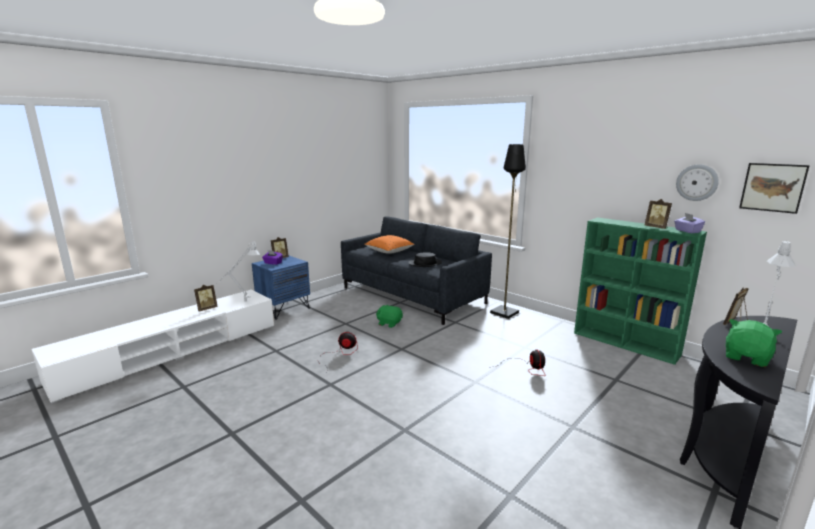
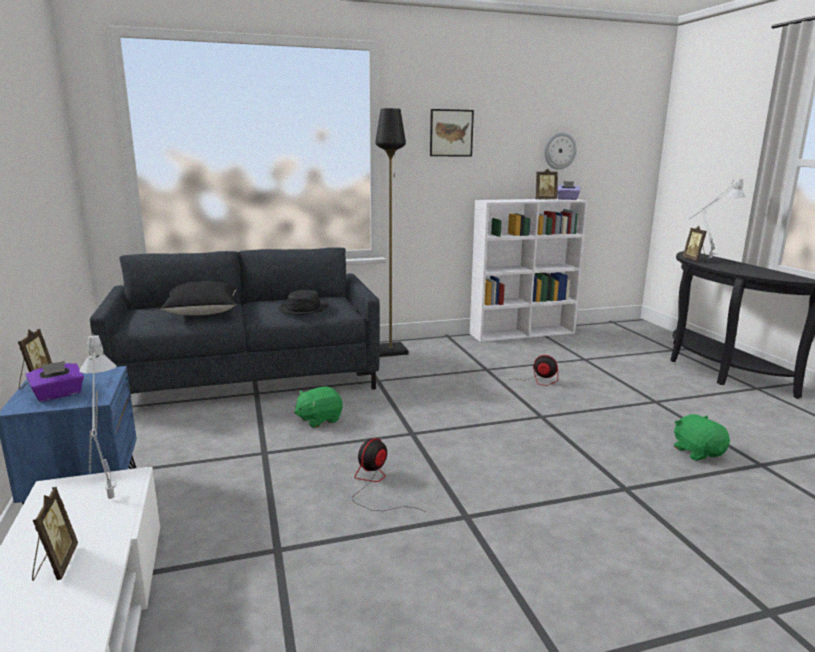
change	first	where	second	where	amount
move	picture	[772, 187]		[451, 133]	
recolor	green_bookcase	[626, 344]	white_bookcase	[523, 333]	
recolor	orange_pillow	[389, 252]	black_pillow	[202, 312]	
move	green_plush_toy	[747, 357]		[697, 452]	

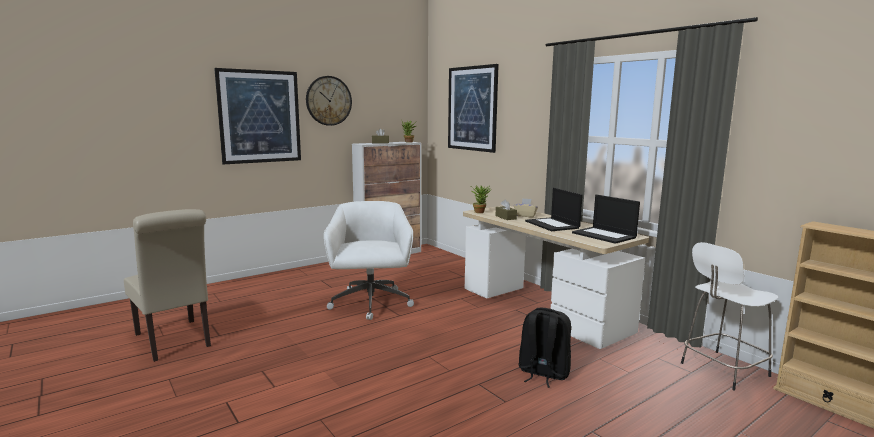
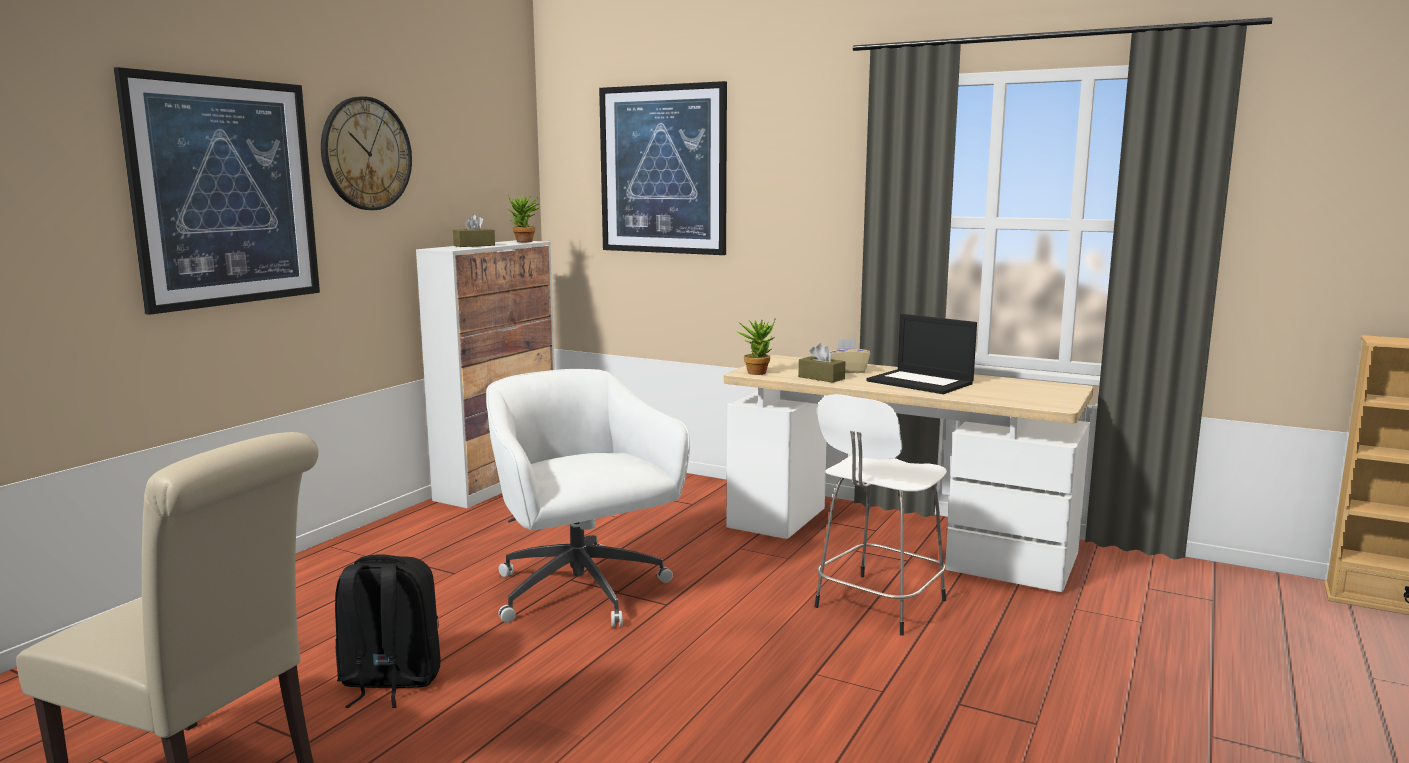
change	first	where	second	where	amount
delete	laptop	[604, 235]			
move	white_stool	[722, 370]		[877, 605]	
move	black_backpack	[543, 373]		[389, 682]	

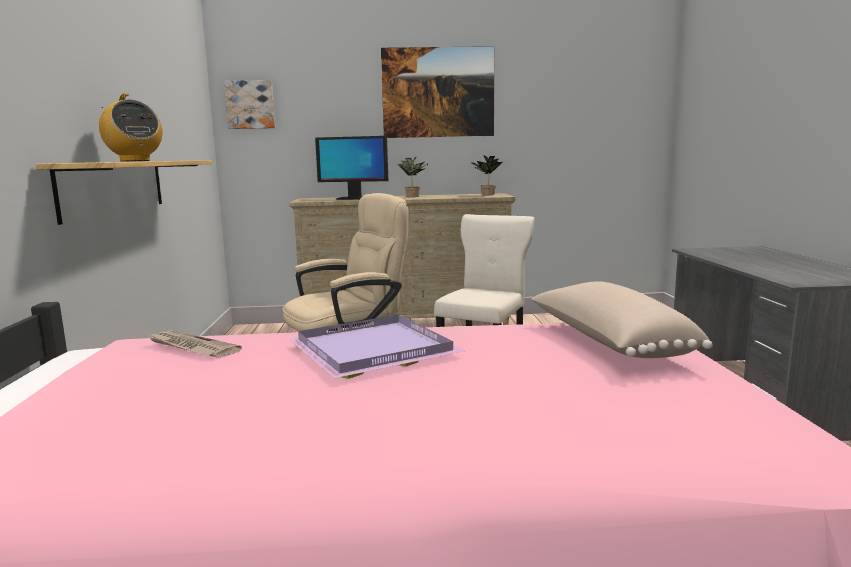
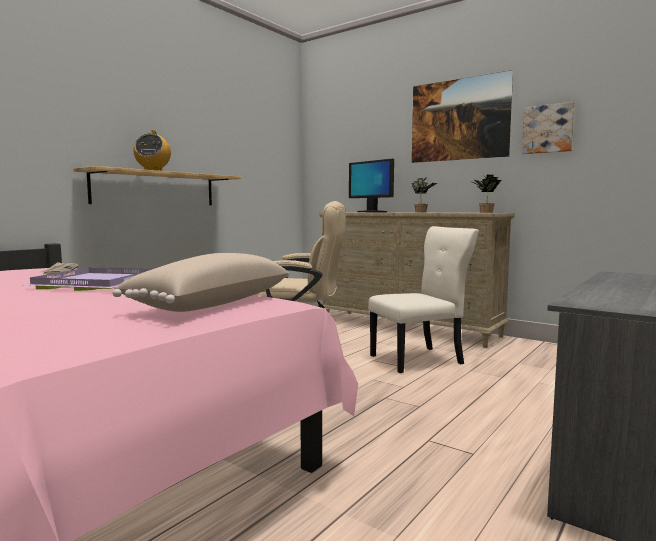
change	first	where	second	where	amount
move	picture	[250, 105]		[548, 129]	

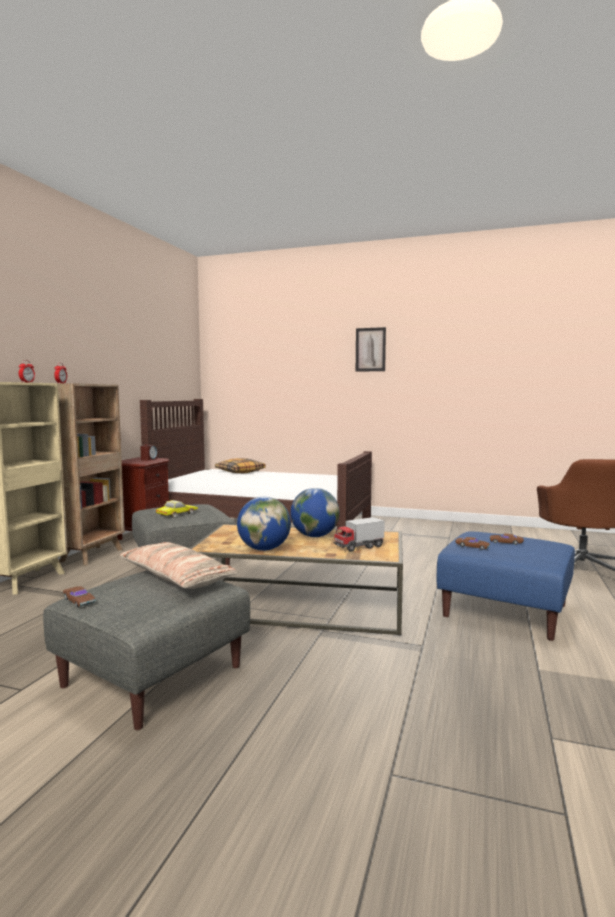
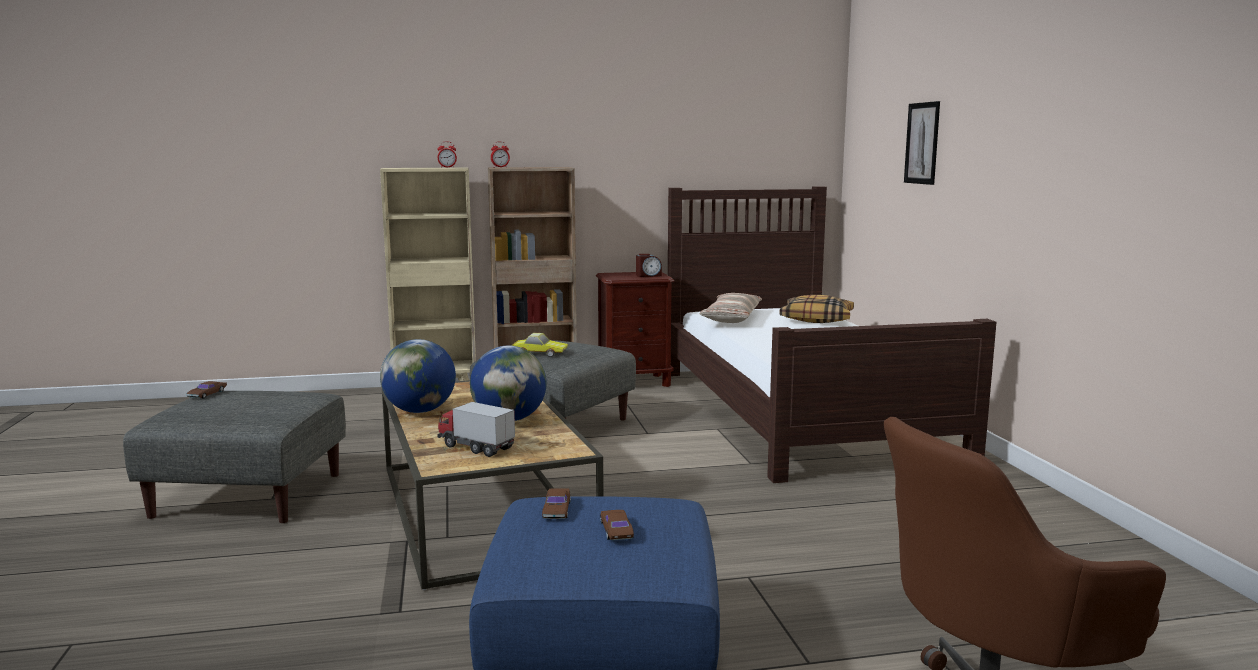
change	first	where	second	where	amount
move	picture	[370, 349]		[922, 143]	
move	pillow	[175, 578]		[731, 318]	

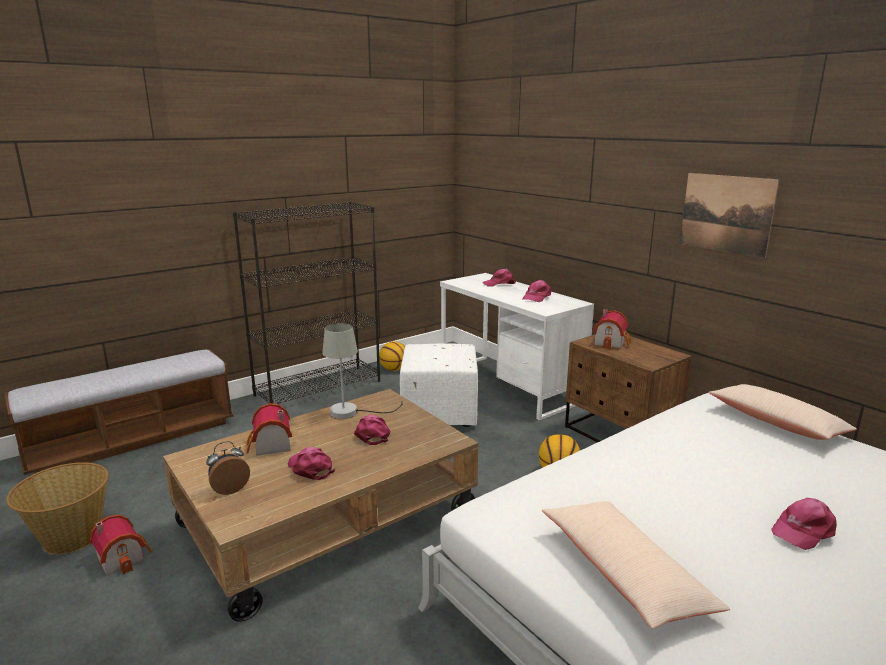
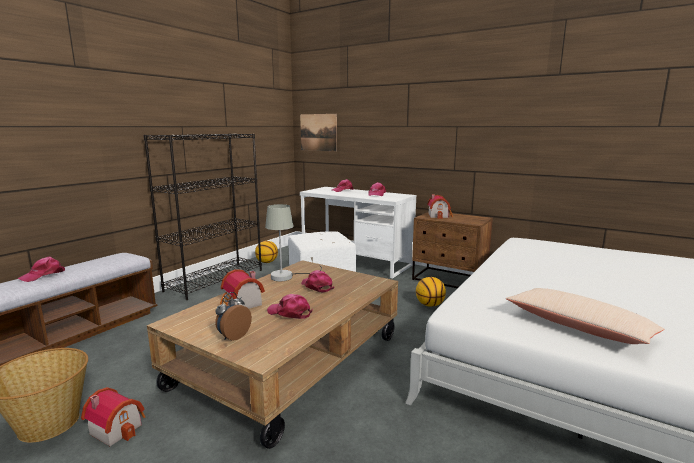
change	first	where	second	where	amount
move	picture	[726, 213]		[318, 132]	
delete	beige_pillow	[776, 423]			
move	pink_cap	[802, 530]		[43, 275]	

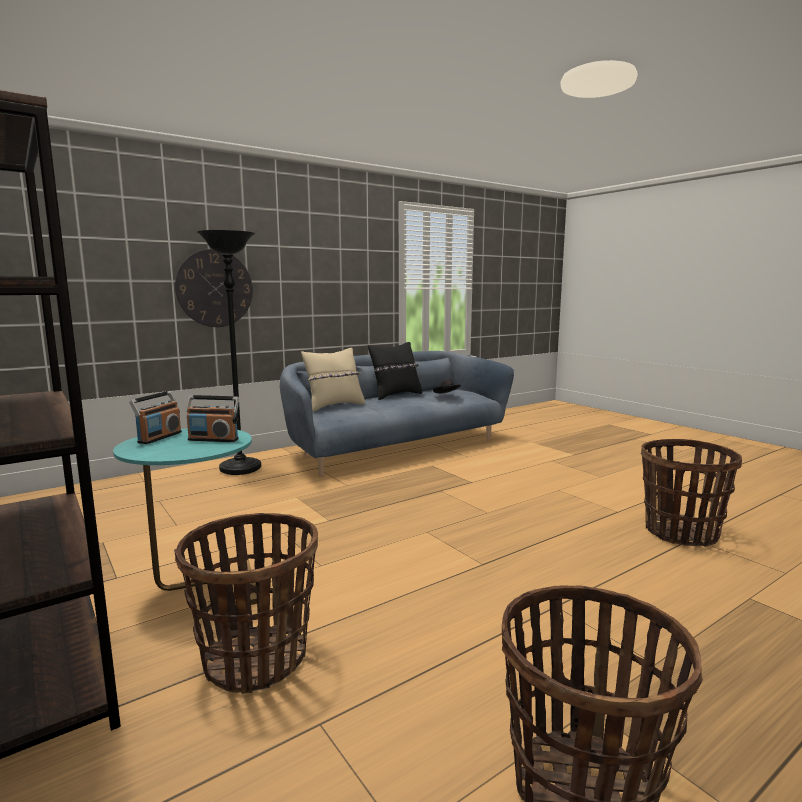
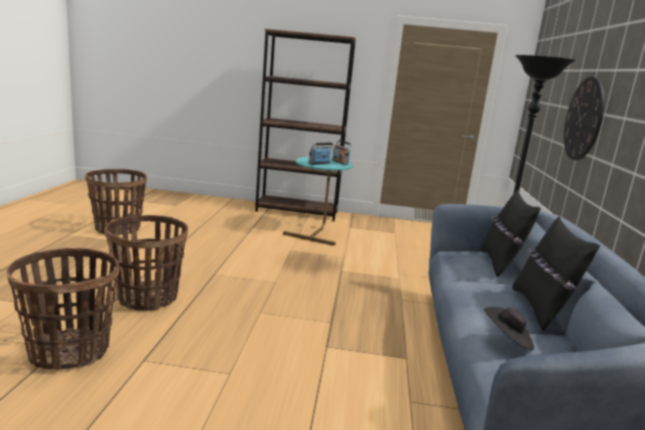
change	first	where	second	where	amount
recolor	beige_pillow	[334, 406]	black_pillow	[500, 264]	
move	basket	[255, 659]		[148, 298]	

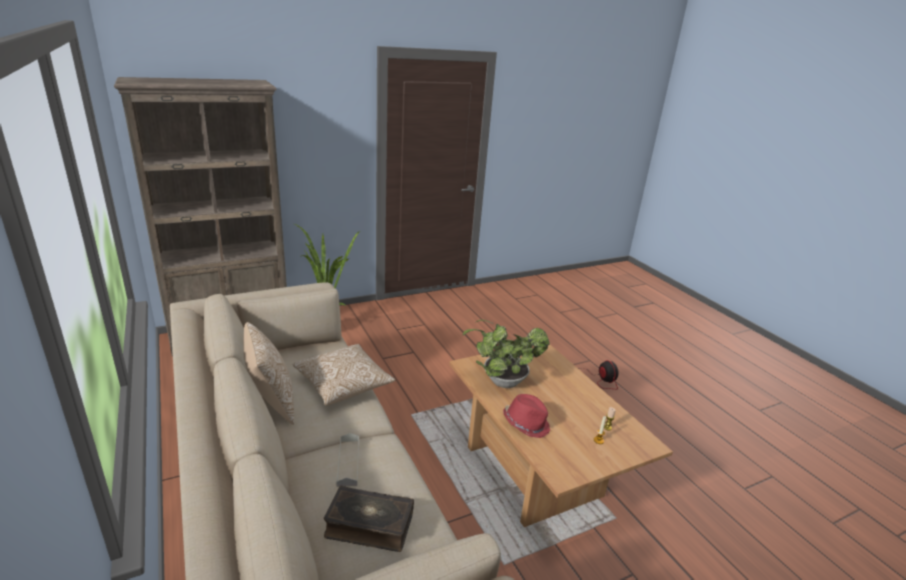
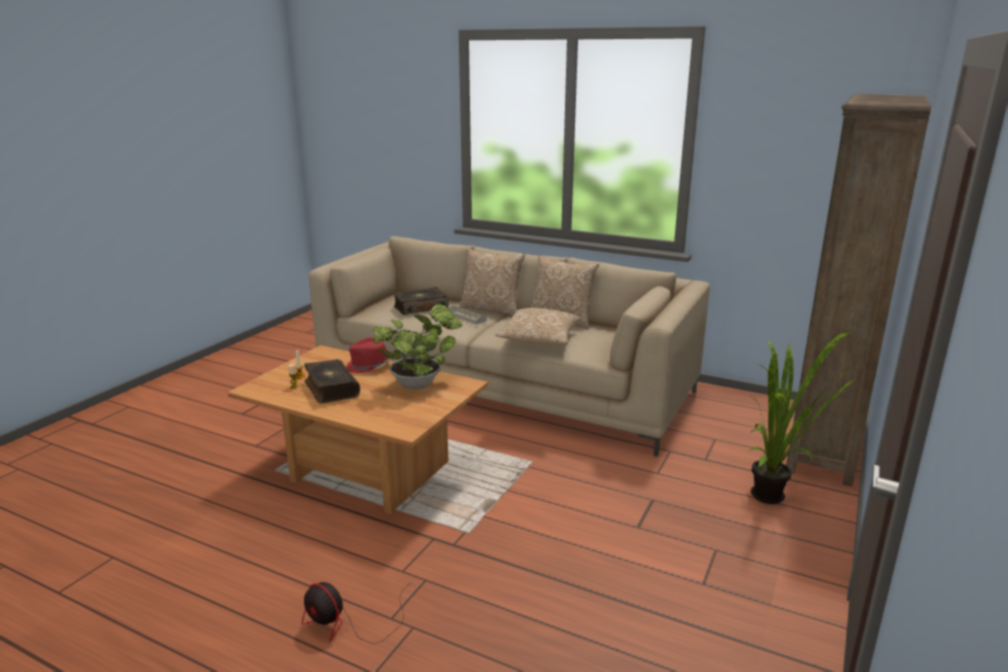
change	first	where	second	where	amount
insert			pillow	[492, 309]	
insert			book	[330, 389]	

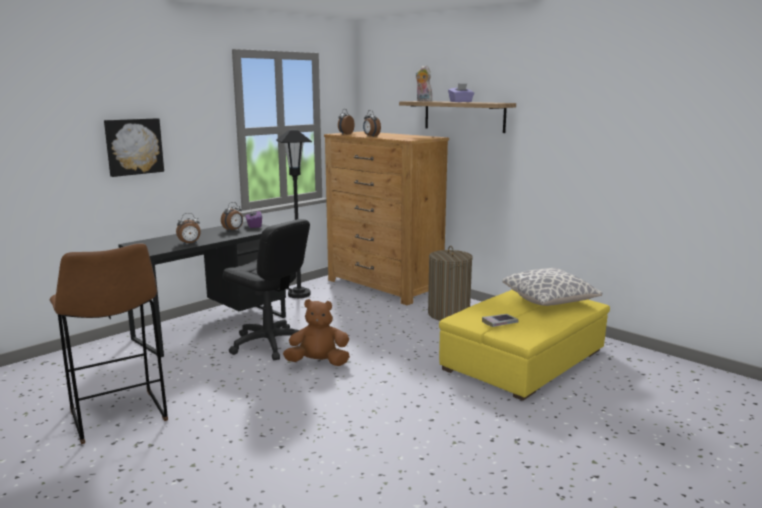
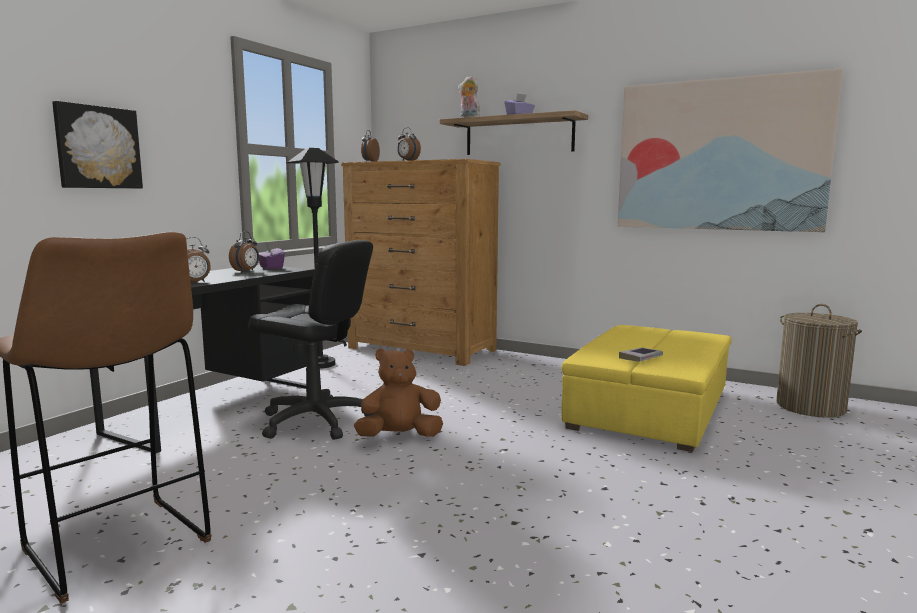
change	first	where	second	where	amount
move	laundry_basket	[448, 314]		[810, 407]	
delete	pillow	[550, 301]			
insert			picture	[720, 155]	

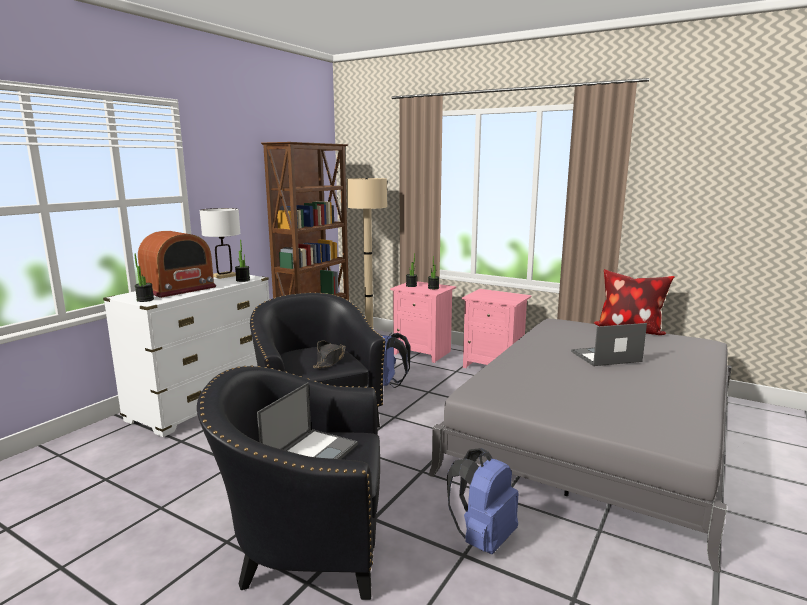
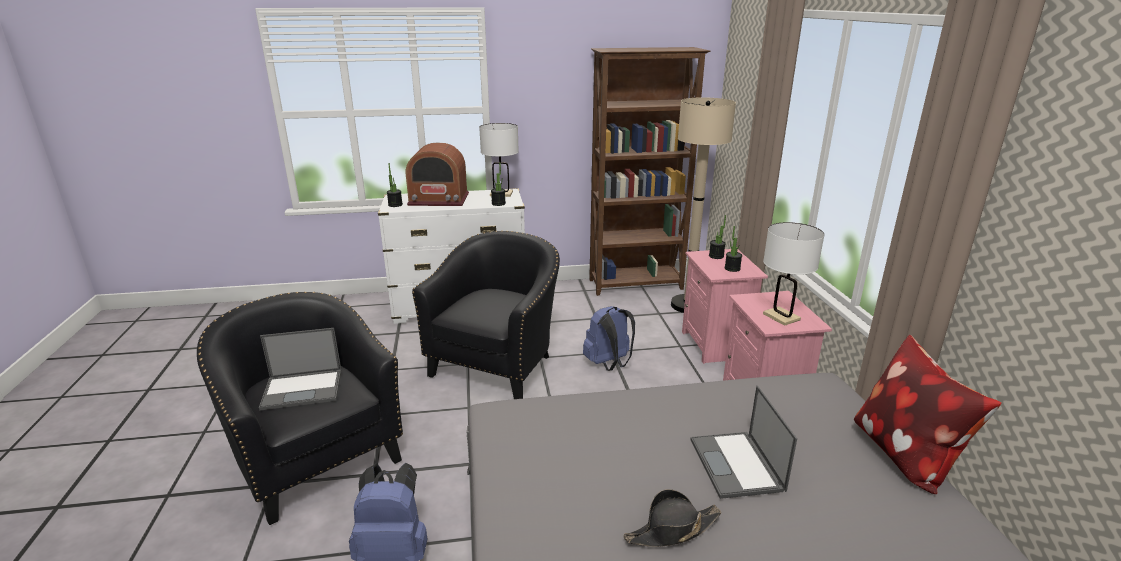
change	first	where	second	where	amount
rotate	laptop	[605, 357]		[737, 465]	135 degrees counterclockwise
move	black_hat	[330, 360]		[672, 530]	
insert			white_table_lamp	[781, 317]	

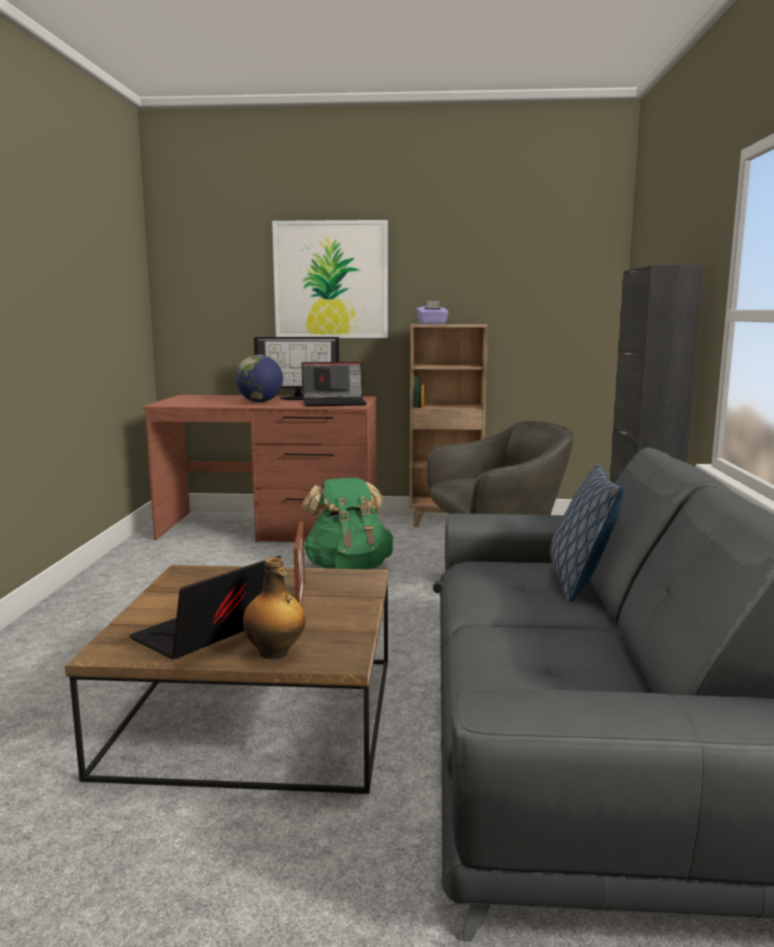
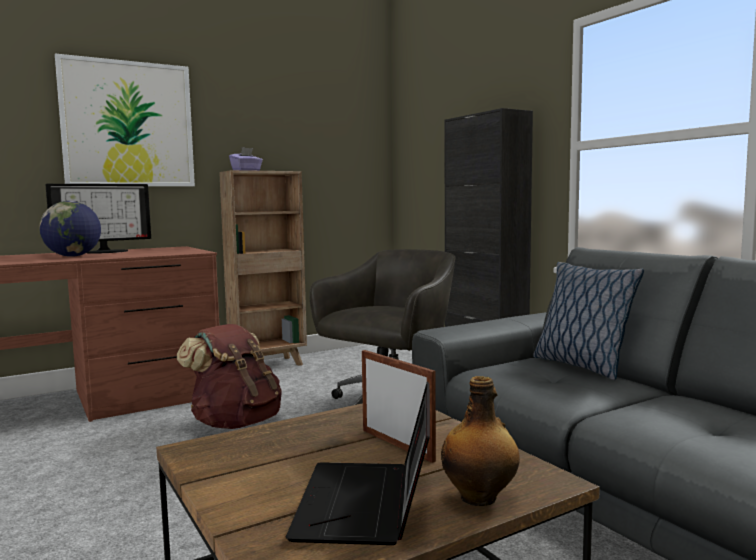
change	first	where	second	where	amount
delete	laptop	[335, 403]			
recolor	green_backpack	[348, 568]	brown_backpack	[236, 423]	

